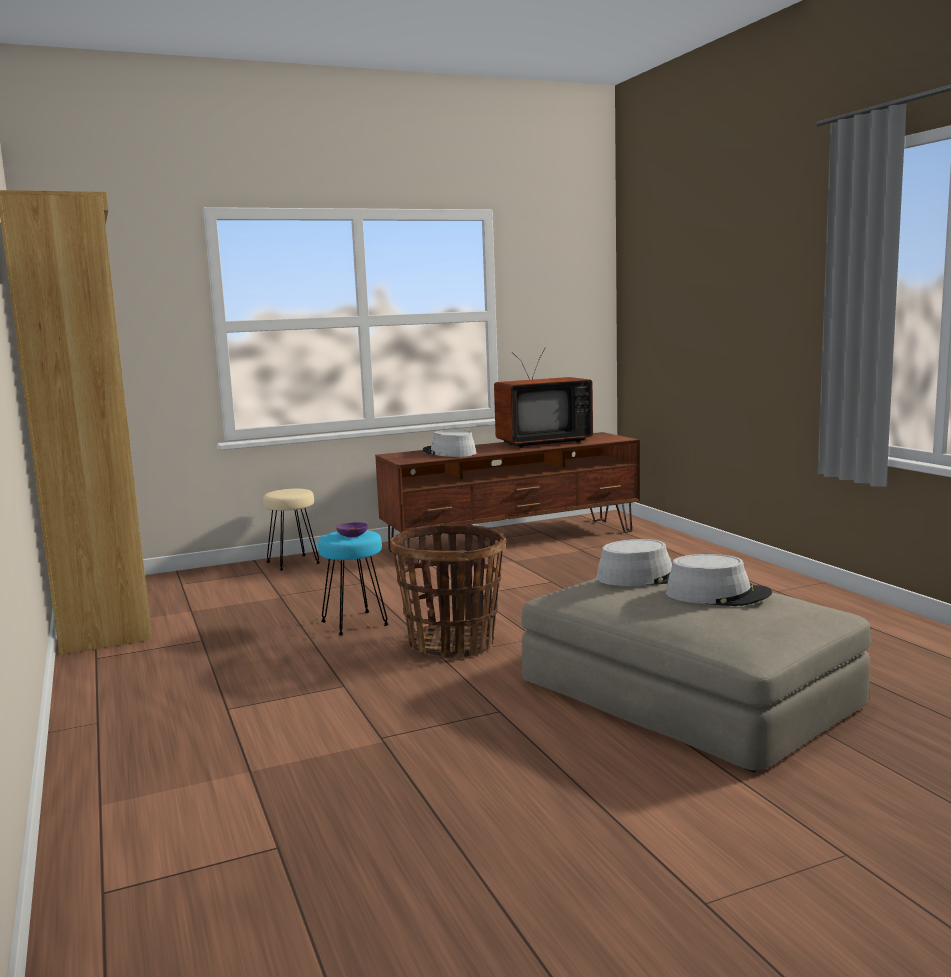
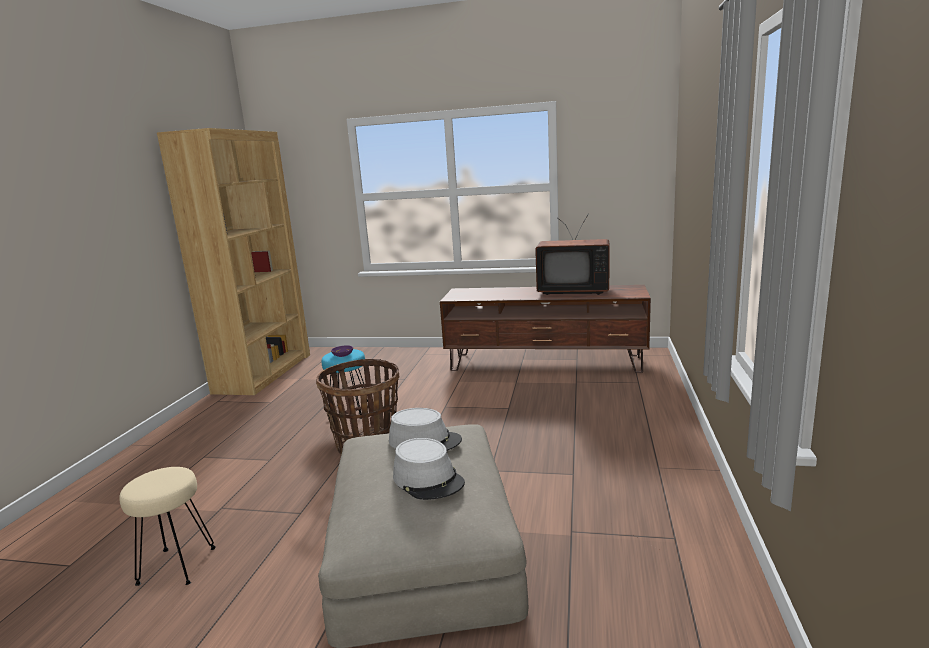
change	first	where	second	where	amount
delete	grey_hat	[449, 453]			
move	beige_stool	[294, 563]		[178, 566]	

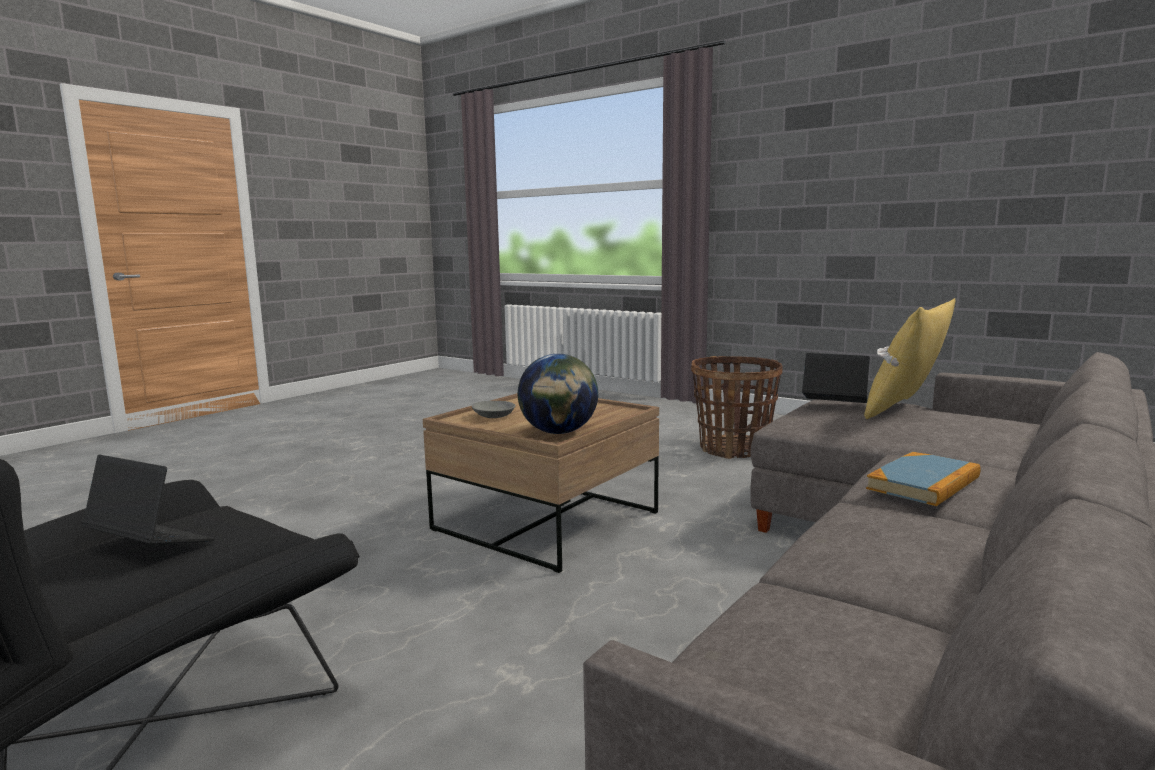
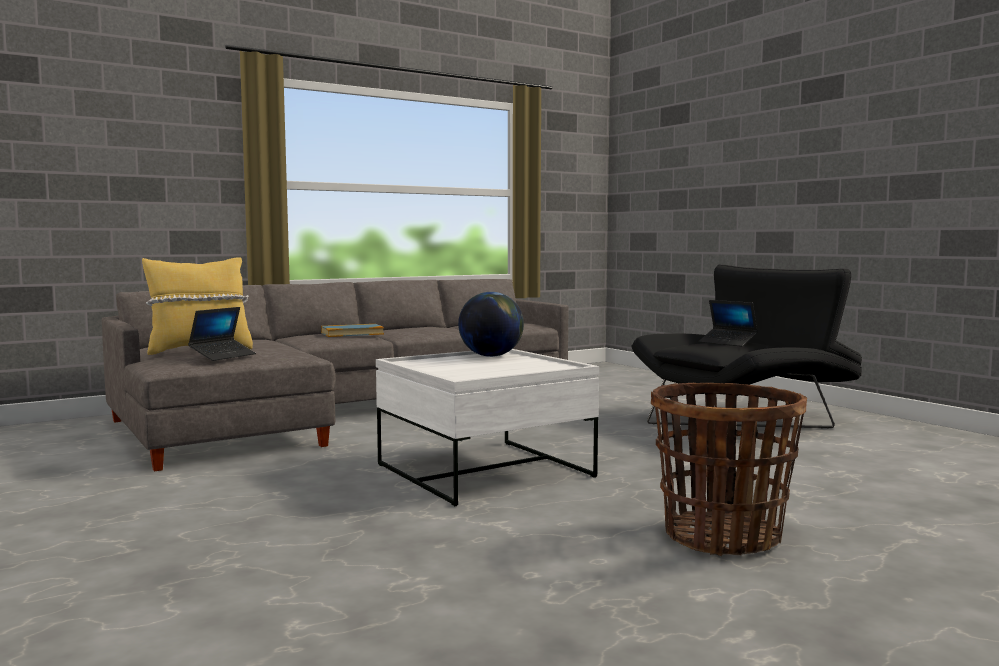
change	first	where	second	where	amount
rotate	laptop	[834, 404]		[223, 356]	105 degrees counterclockwise
move	basket	[734, 449]		[722, 537]	
recolor	brown_coffee_table	[546, 521]	white_coffee_table	[484, 470]	
delete	grey_bowl	[494, 416]			

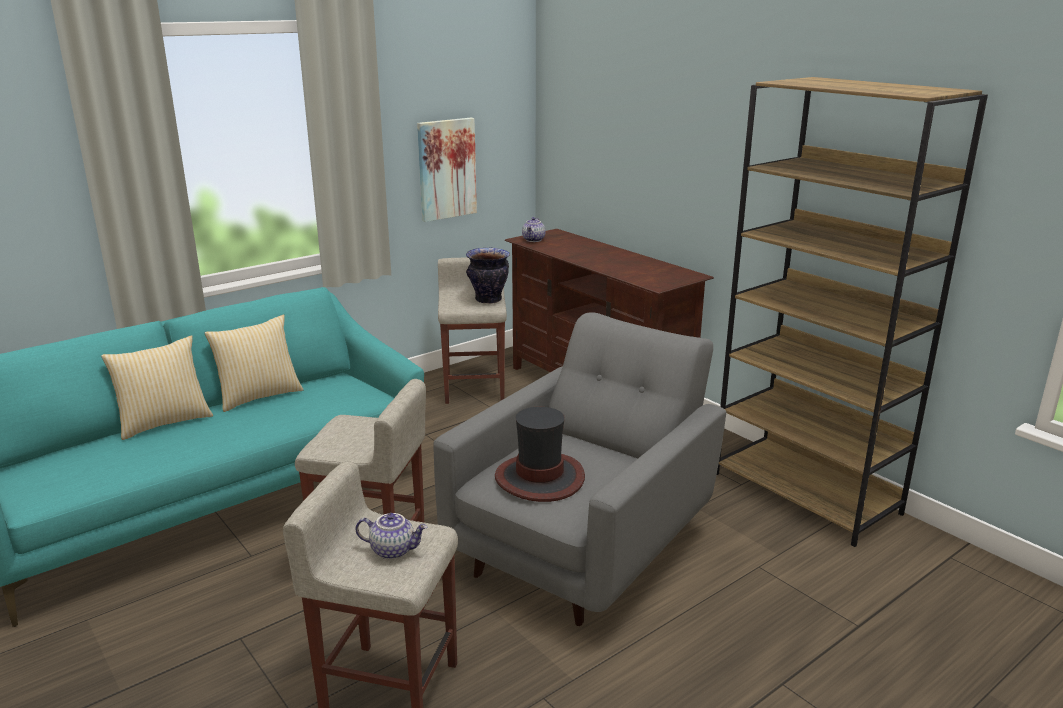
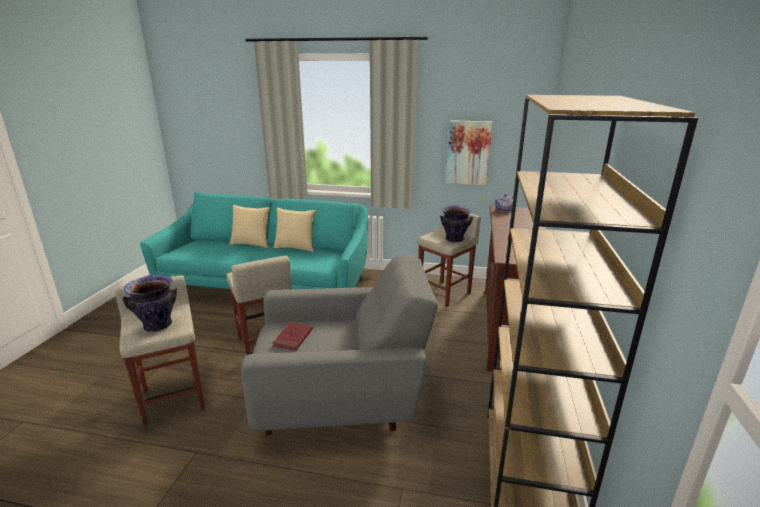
change	first	where	second	where	amount
replace	hat	[540, 478]	red_book	[293, 338]	
replace	teapot	[393, 550]	vase	[158, 325]	

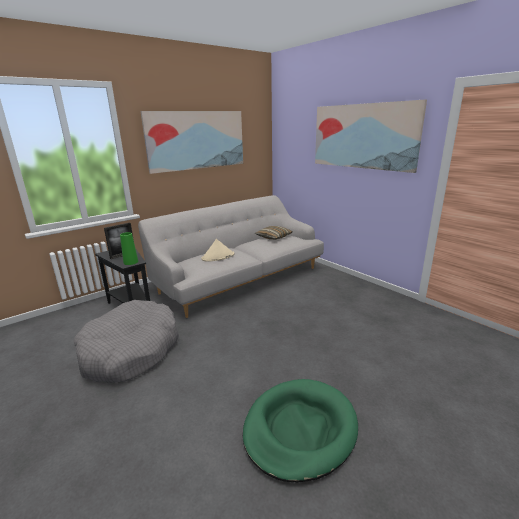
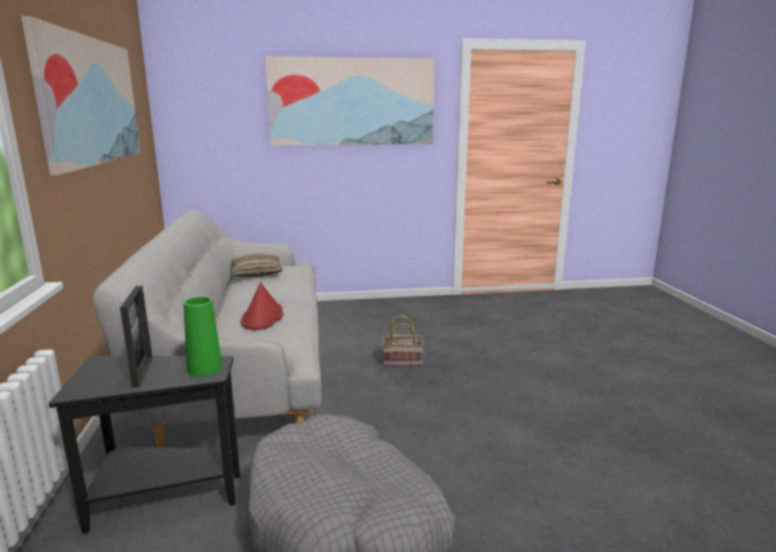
change	first	where	second	where	amount
recolor	beige_hat	[218, 257]	red_hat	[263, 317]	
delete	green_dog_bed	[299, 429]			
insert			basket	[403, 361]	

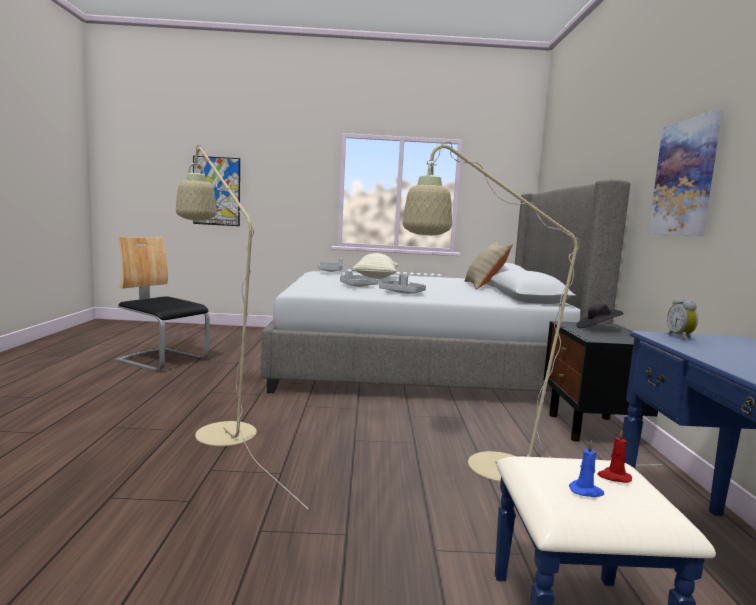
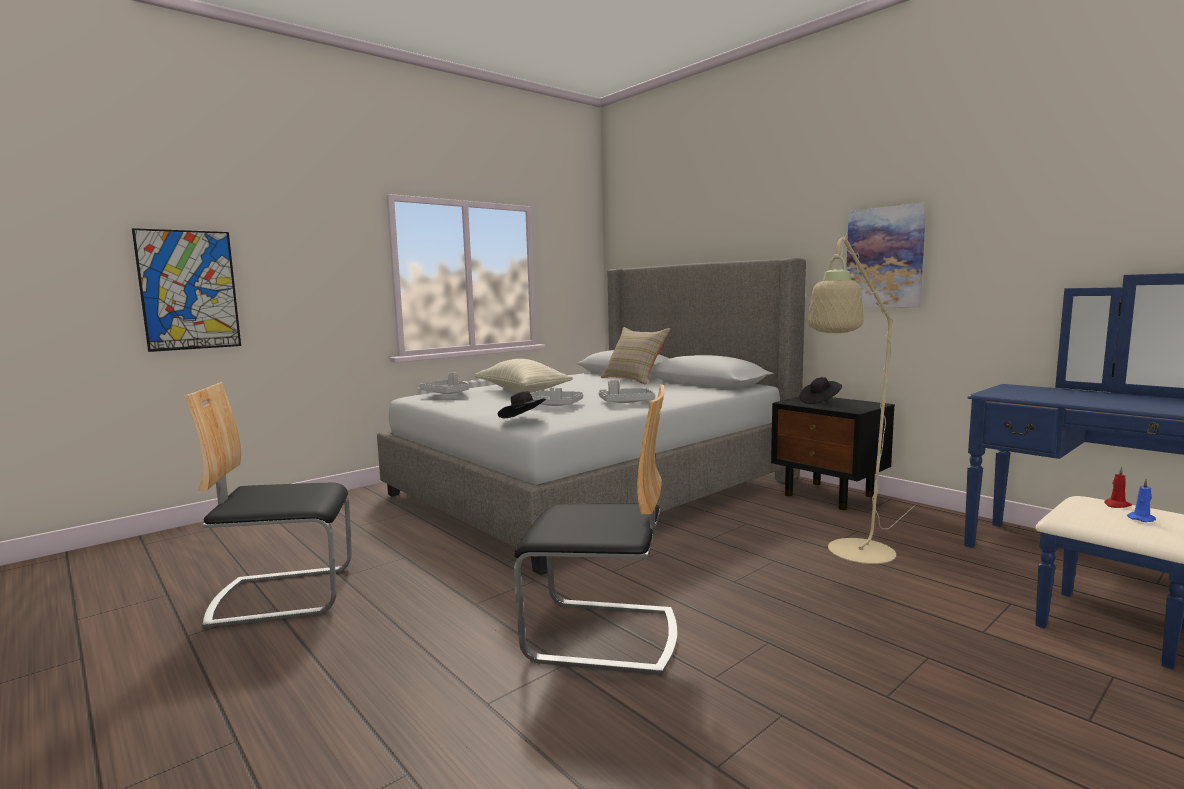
change	first	where	second	where	amount
replace	beige_floor_lamp	[219, 428]	chair	[602, 635]	
delete	alarm_clock	[681, 337]			
insert			black_hat	[523, 420]	

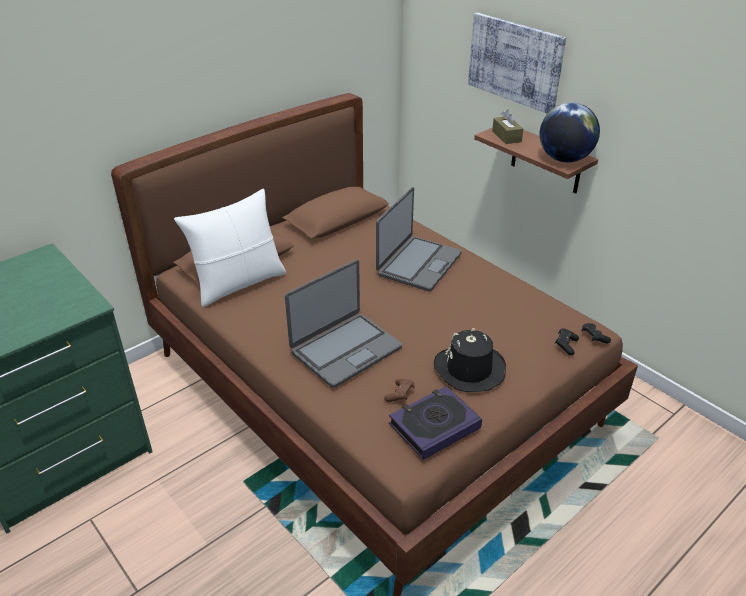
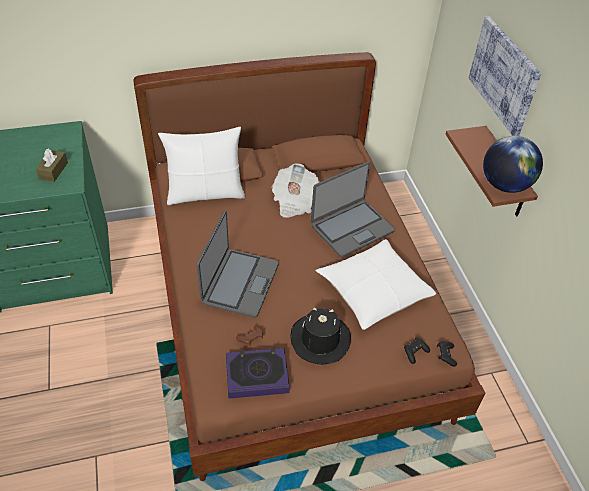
change	first	where	second	where	amount
move	brown_tissue_box	[506, 136]		[53, 171]	
rotate	laptop	[345, 349]		[240, 283]	60 degrees counterclockwise
insert			newspaper	[294, 201]	
insert			white_pillow	[373, 291]	

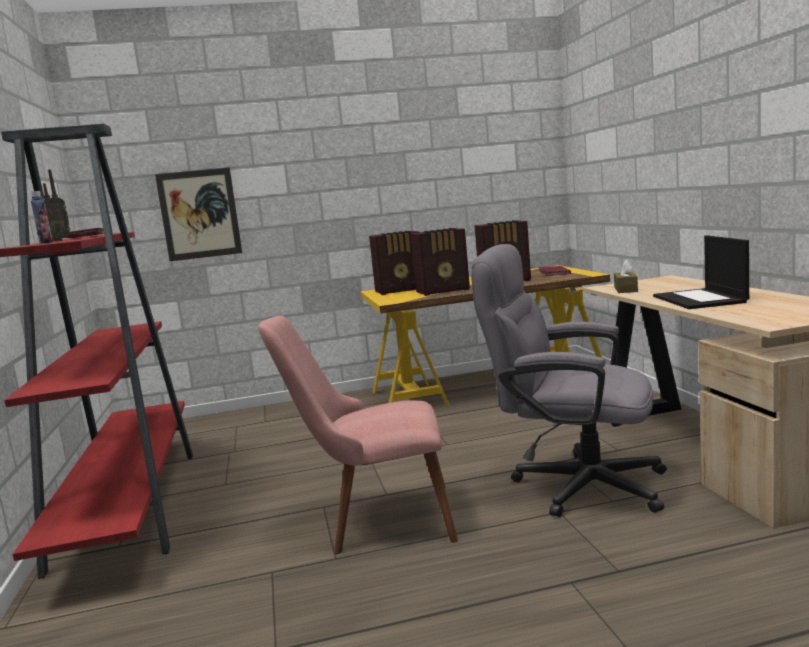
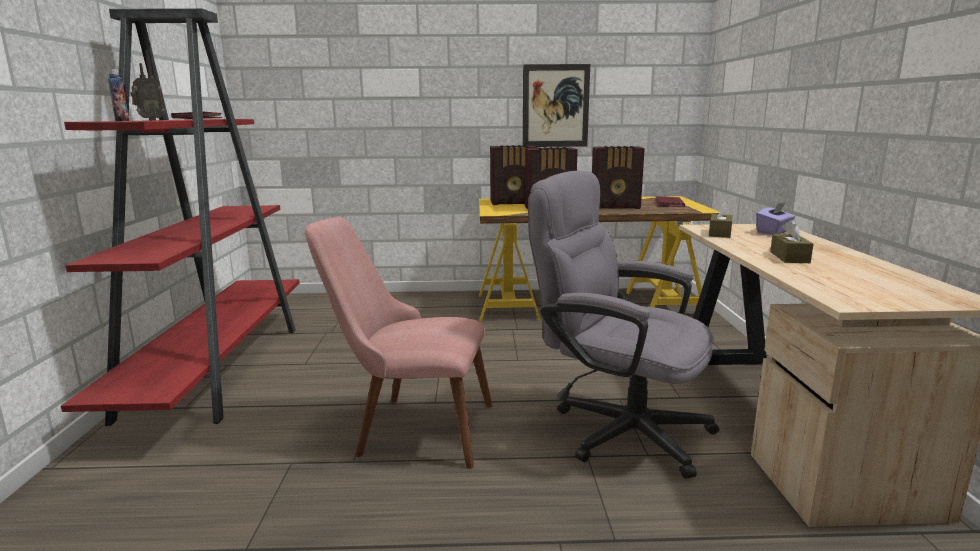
change	first	where	second	where	amount
move	picture	[199, 214]		[555, 106]	
replace	laptop	[700, 299]	brown_tissue_box	[789, 257]	
insert			purple_tissue_box	[773, 232]	

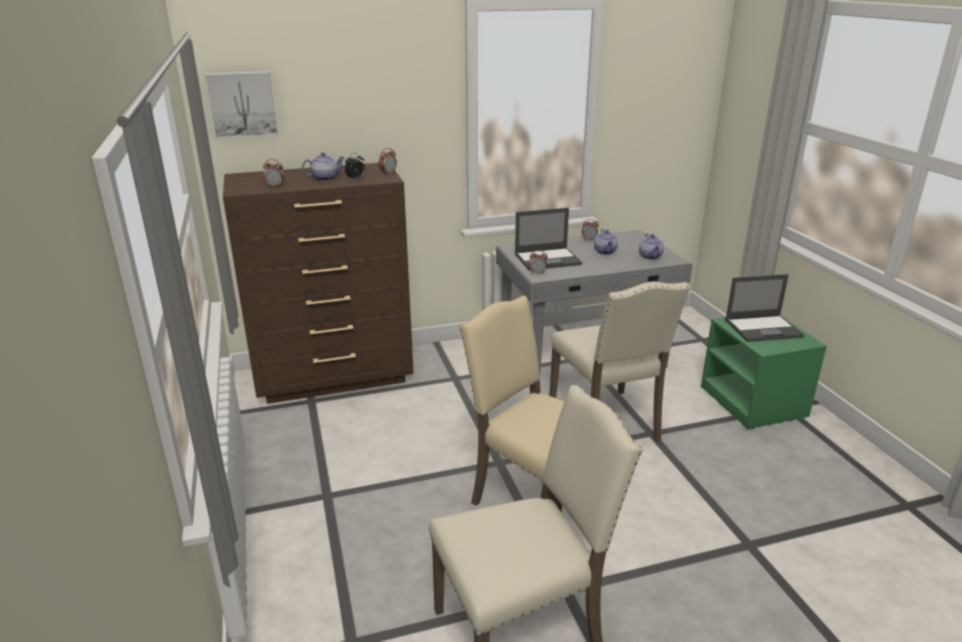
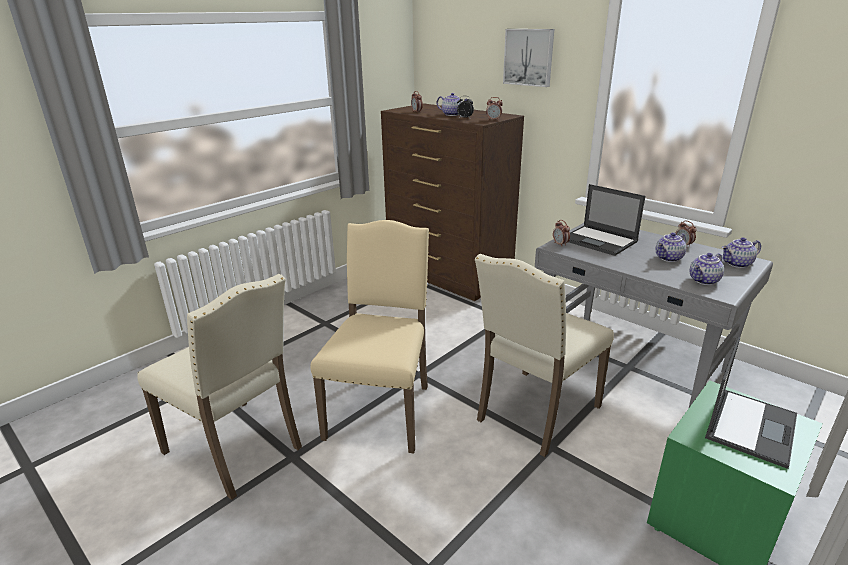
change	first	where	second	where	amount
move	picture	[242, 104]		[529, 57]	
rotate	laptop	[764, 328]		[751, 425]	105 degrees counterclockwise
insert			teapot	[737, 264]	

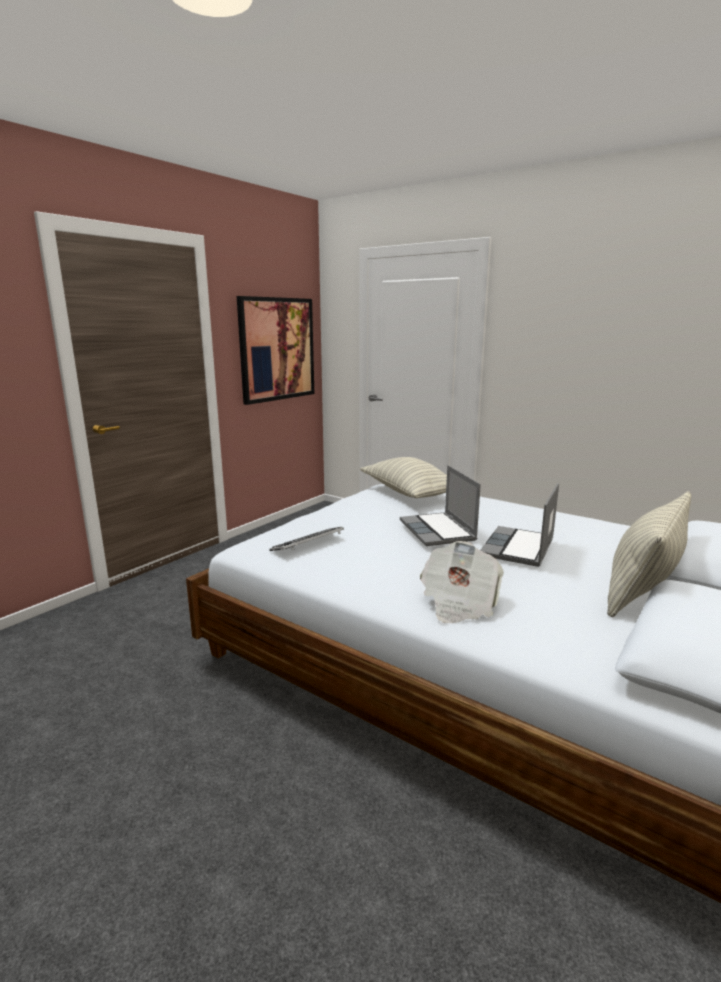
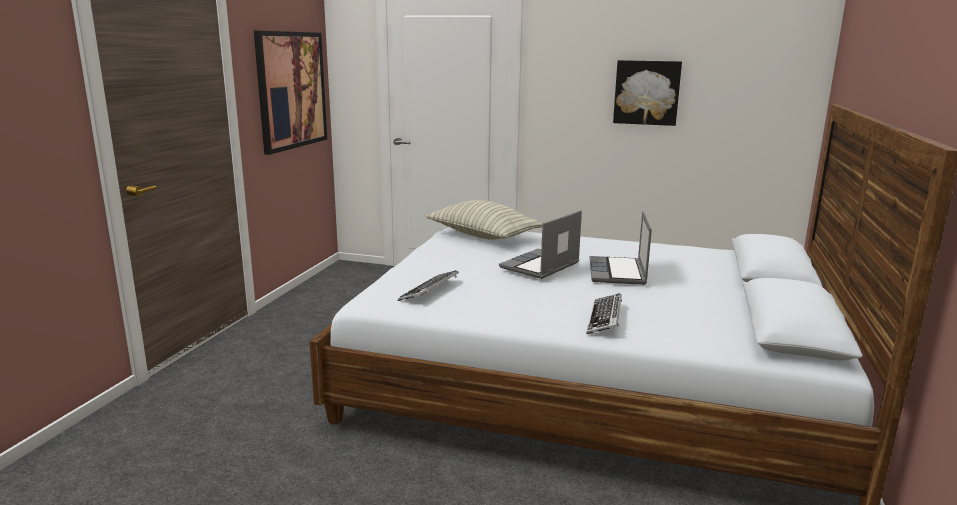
change	first	where	second	where	amount
rotate	laptop	[438, 531]		[540, 266]	75 degrees clockwise
delete	pillow	[643, 588]			
replace	newspaper	[459, 602]	keyboard	[605, 319]	
insert			picture	[646, 92]	

